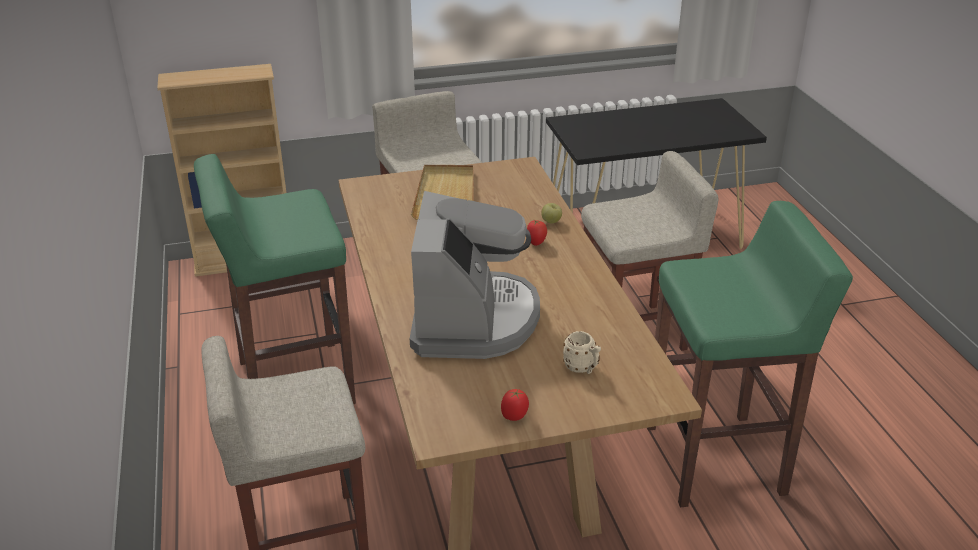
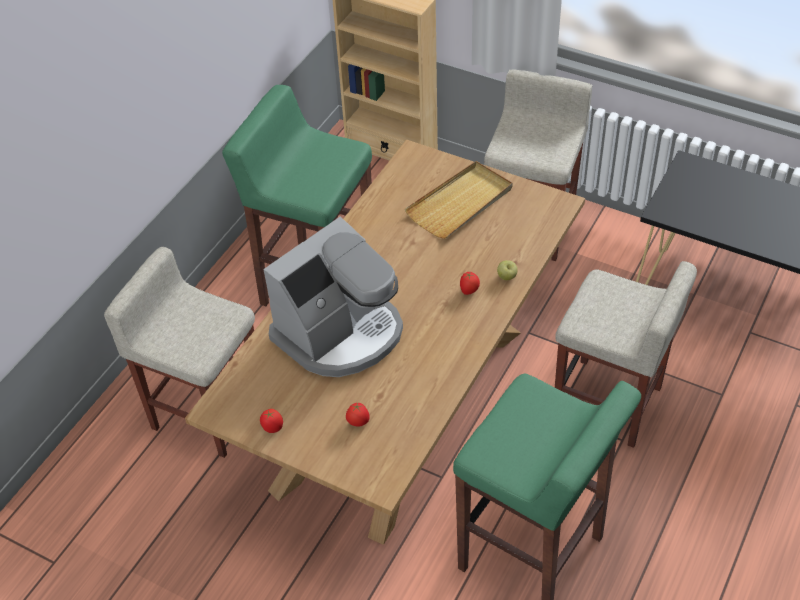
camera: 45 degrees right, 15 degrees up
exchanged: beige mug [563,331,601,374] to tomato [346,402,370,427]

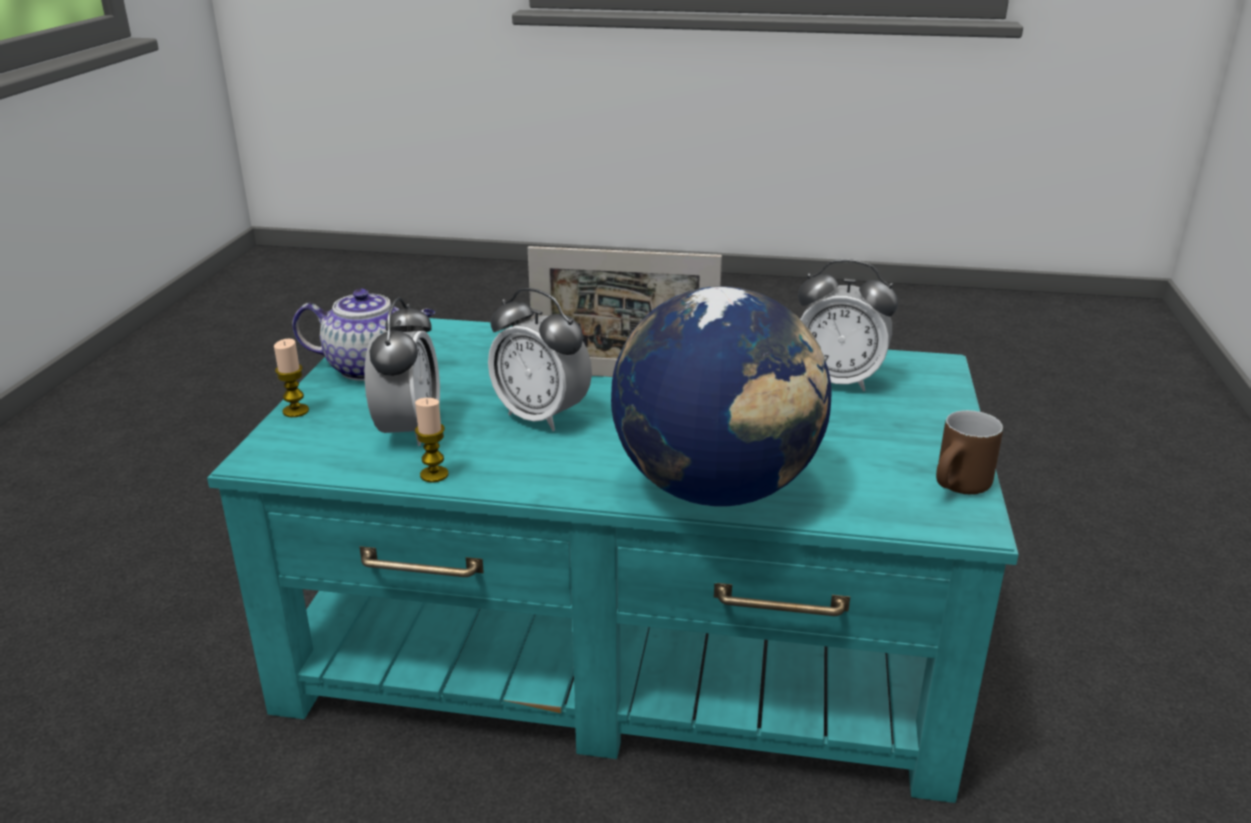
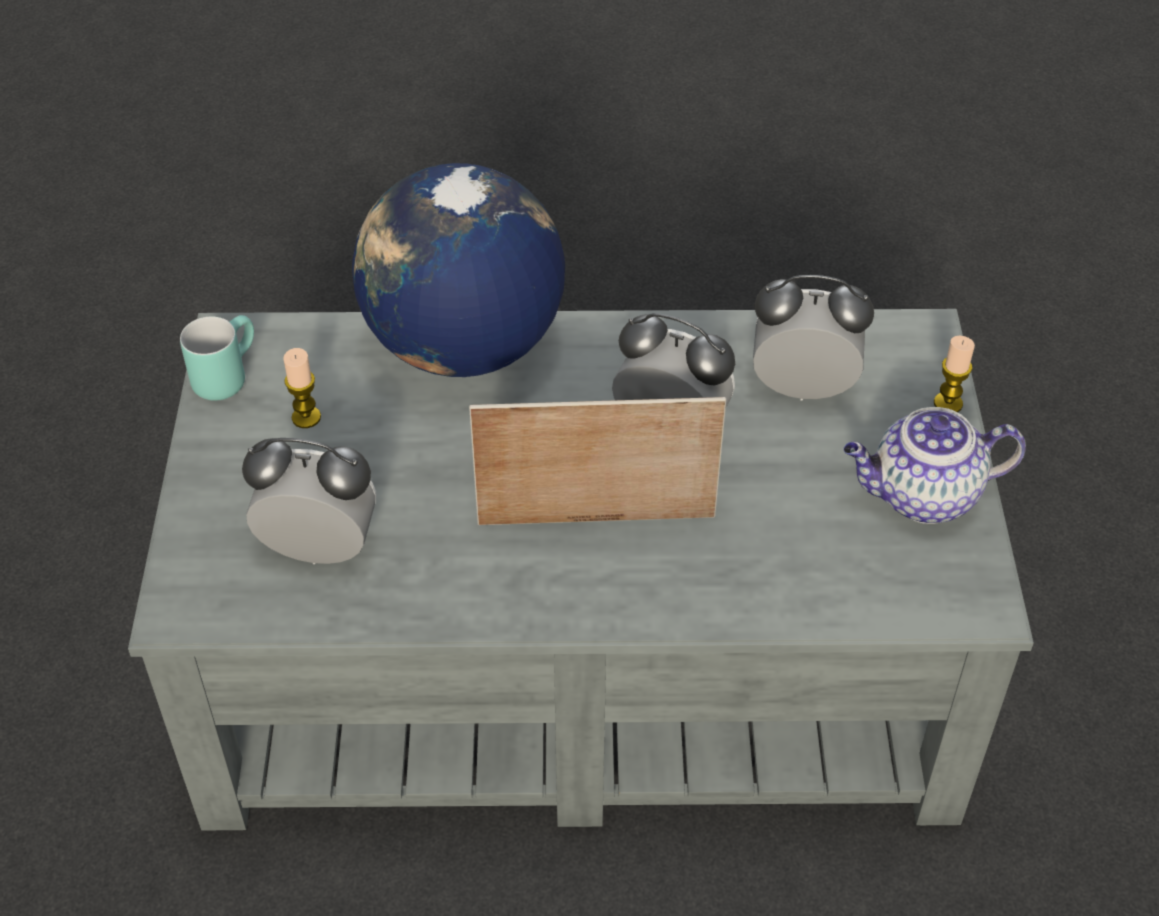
camera: 170 degrees right, 20 degrees up
relocated: candle [415,398,449,483] to [283,348,321,428]
colour: turquoise coffee table [207,318,1019,803] to grey coffee table [128,309,1034,830]; brown mug [936,410,1003,495] to turquoise mug [180,315,254,401]
spun: alarm clock [365,297,440,446] = [753,275,874,401] 105 degrees clockwise

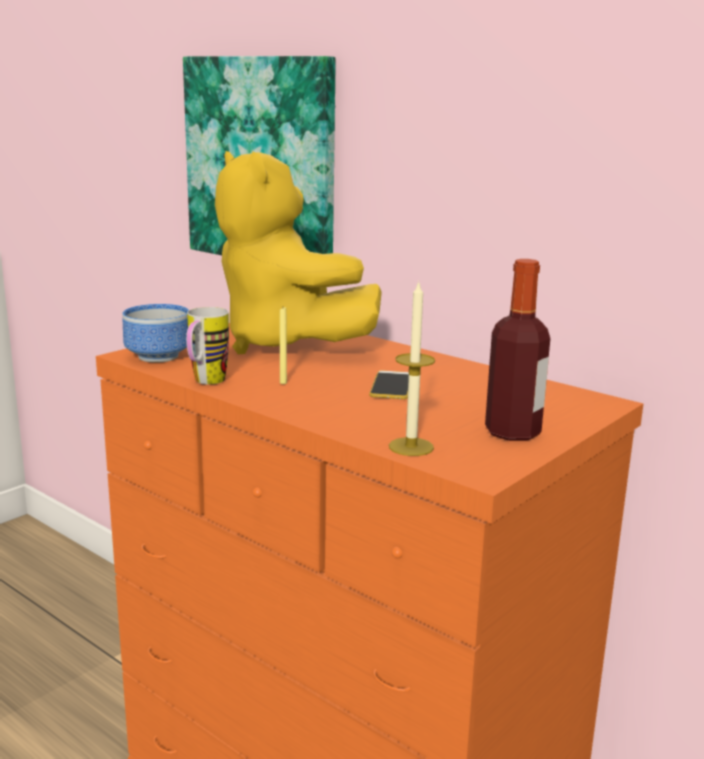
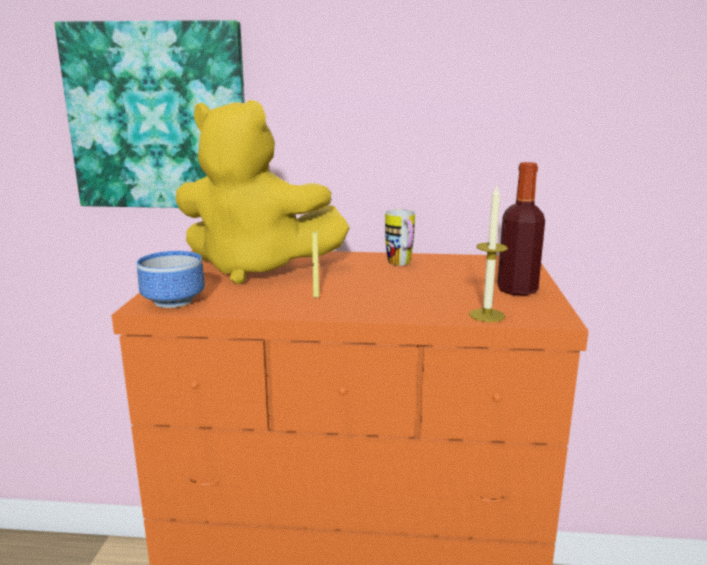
camera: 35 degrees left, 0 degrees up
missing: phone [369,370,409,399]
relocated: mug [186,307,229,385] to [385,209,415,266]

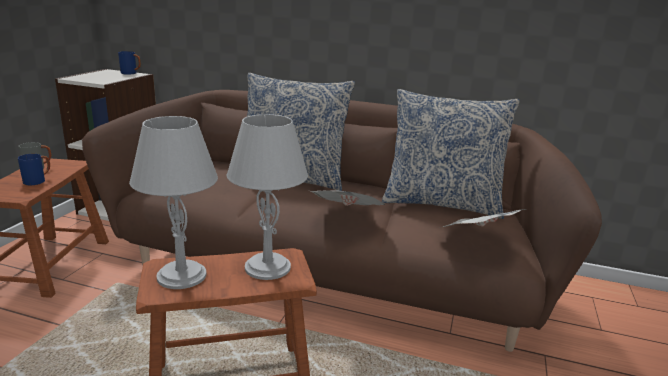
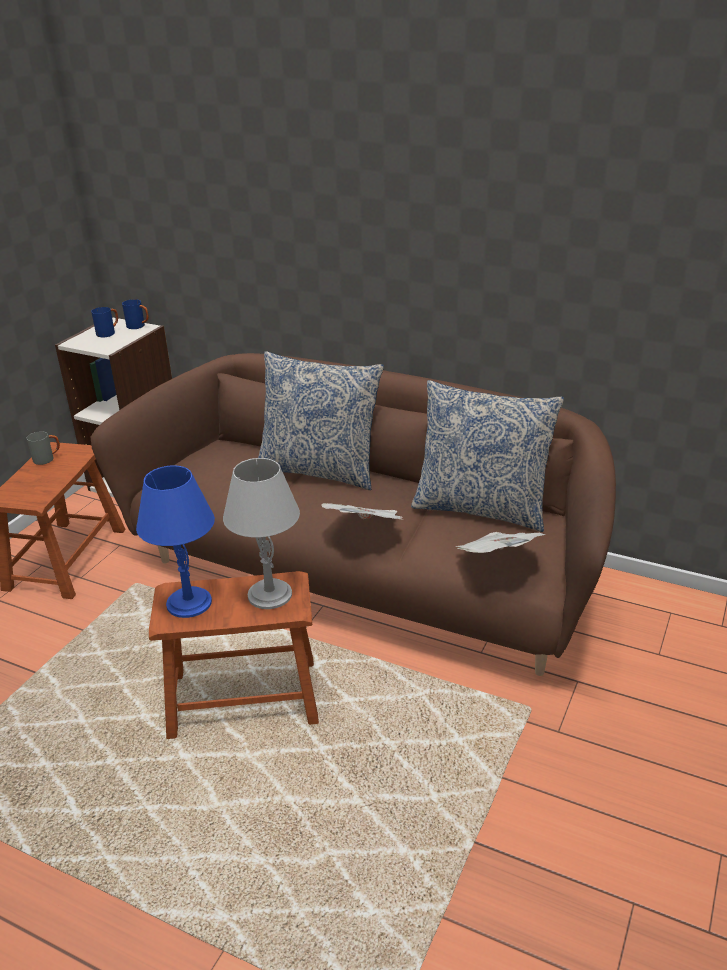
camera: 10 degrees right, 10 degrees up
relocated: blue mug [18,154,50,185] to [91,307,118,337]
colour: grey table lamp [129,116,218,289] to blue table lamp [136,465,215,618]

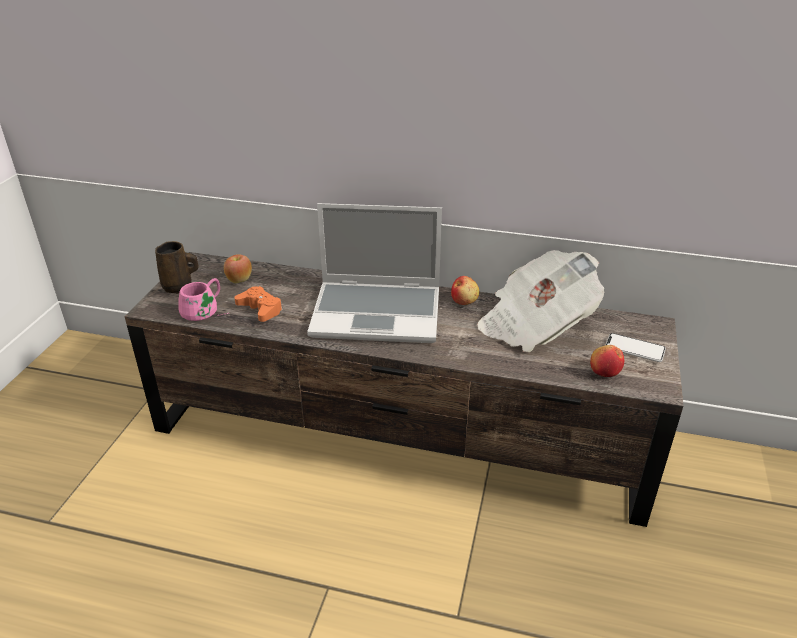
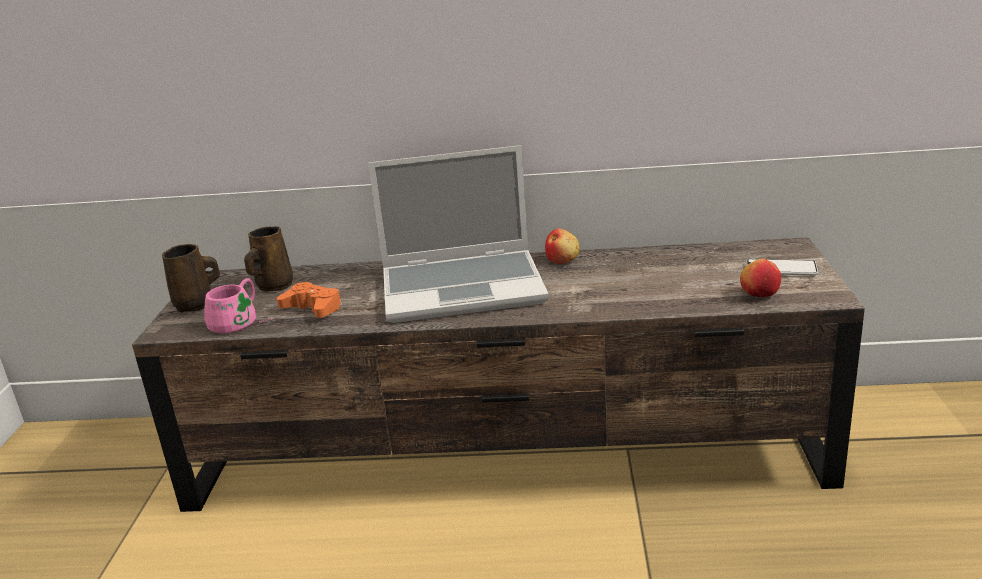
camera: 10 degrees left, 10 degrees down
missing: newspaper [477,250,604,352]
exchanged: apple [224,254,252,283] to brown mug [244,226,293,292]

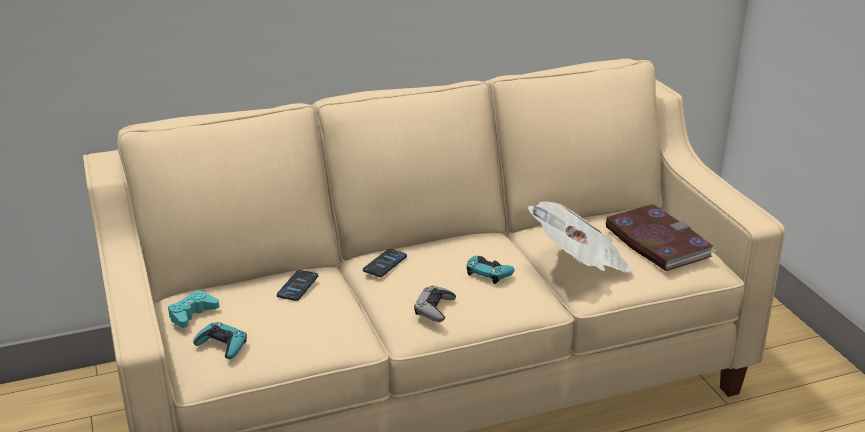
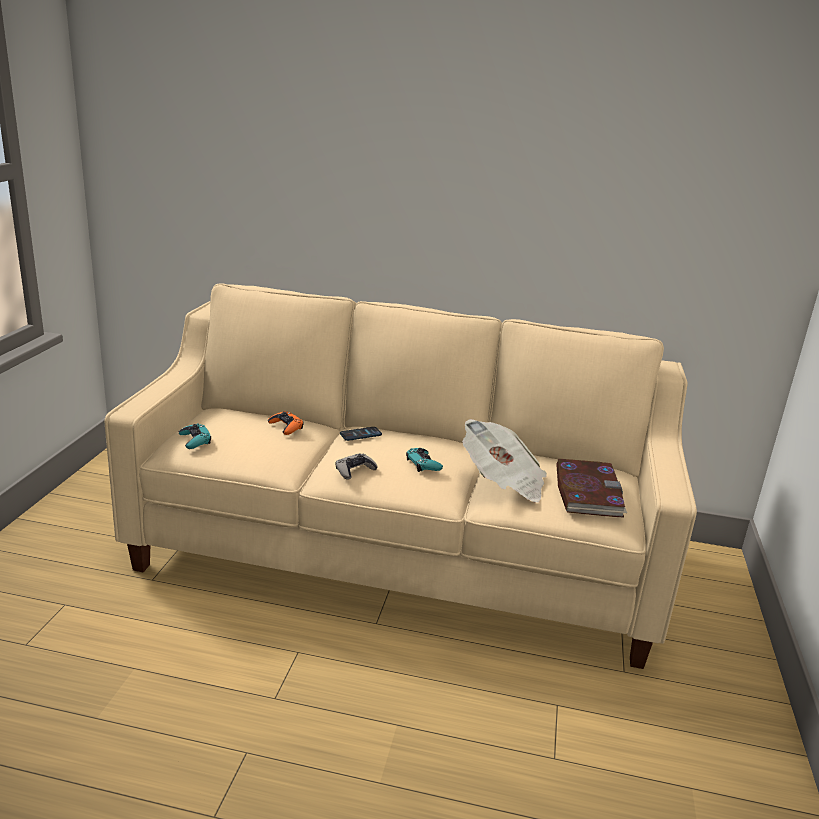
camera: 30 degrees right, 5 degrees down
missing: turquoise game controller [168,291,219,328]
exchanged: phone [277,270,318,301] to orange game controller [268,411,304,435]

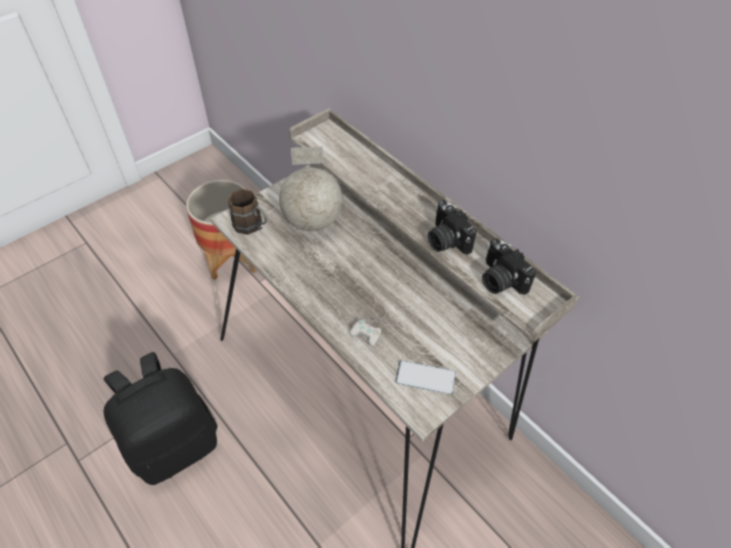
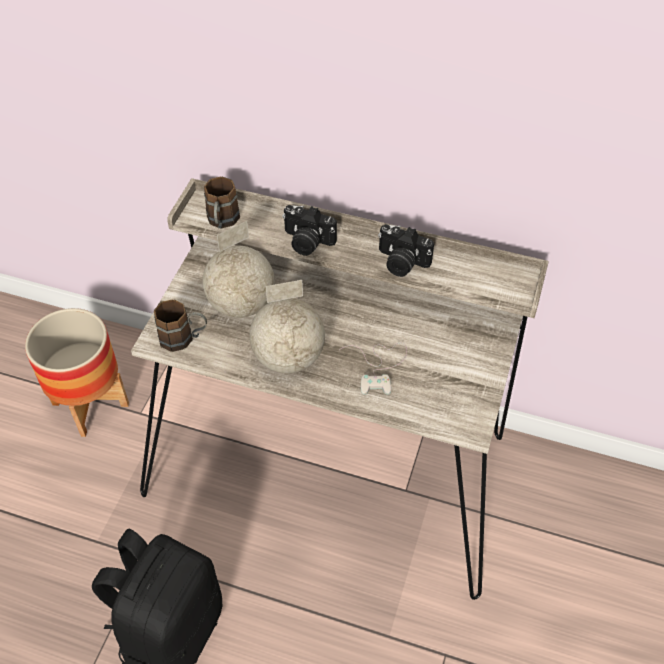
camera: 30 degrees left, 0 degrees up
missing: phone [395,360,456,394]
appeared: brown mug [204,177,240,228]; globe [250,280,325,373]
relocated: photo camera [482,238,536,295] to [282,205,337,256]

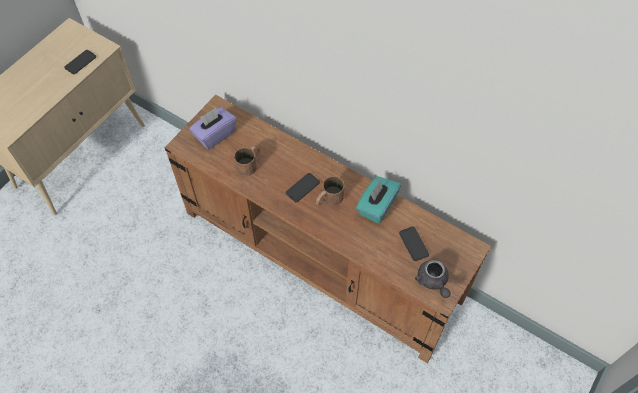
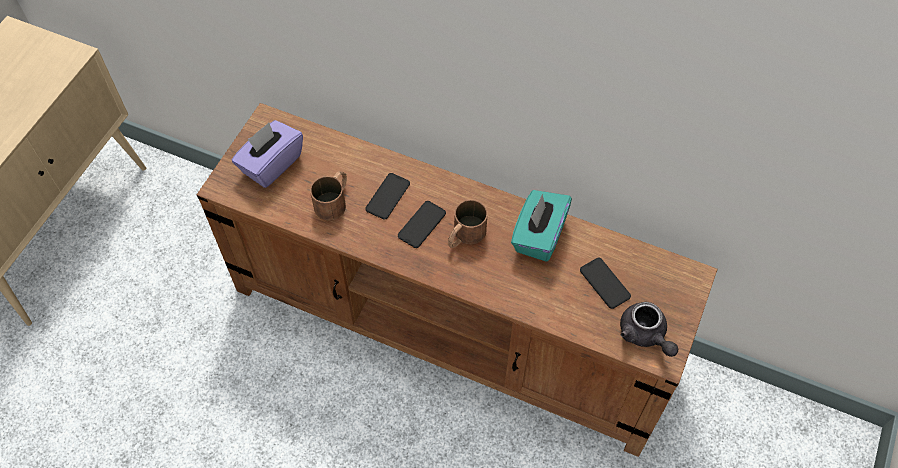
camera: 10 degrees left, 0 degrees up
relocated: phone [64,50,96,74] to [365,173,410,220]

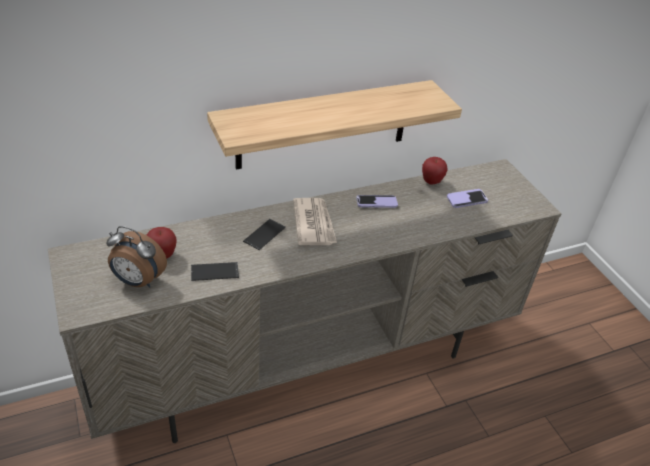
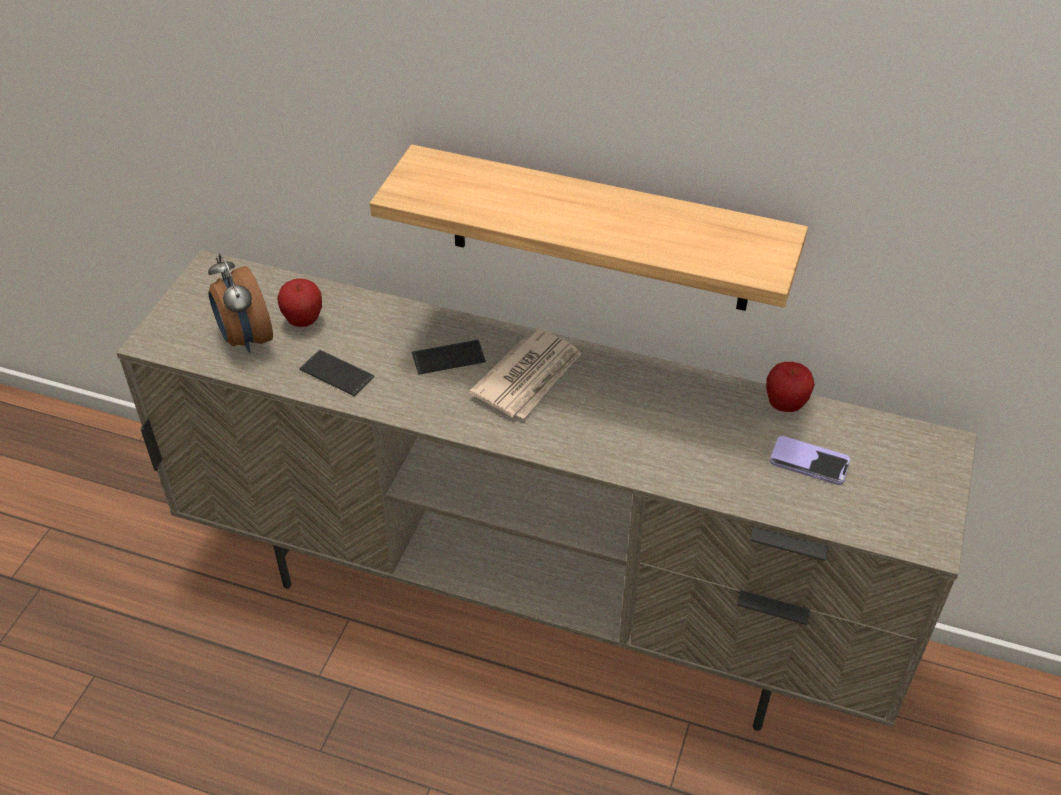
camera: 45 degrees right, 5 degrees up
missing: phone [356,195,398,208]

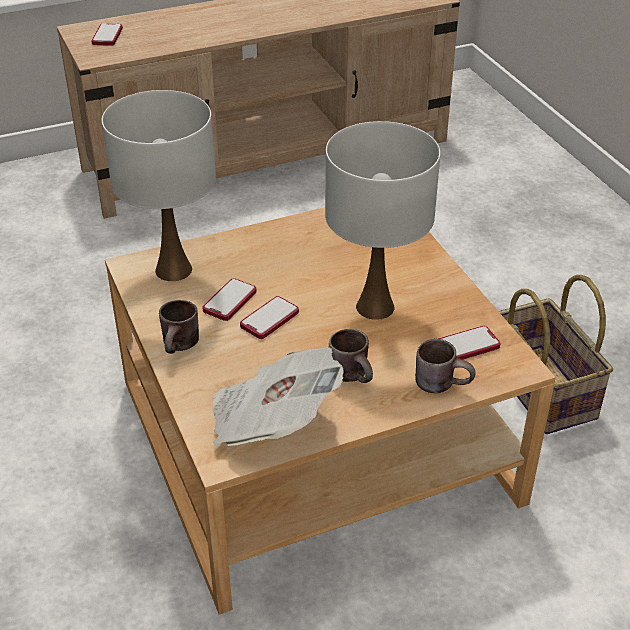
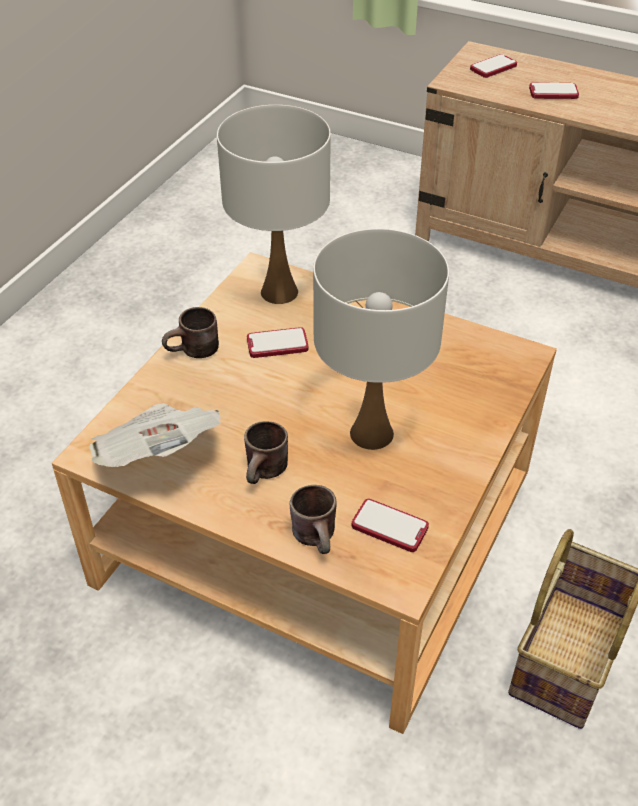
camera: 50 degrees right, 5 degrees up
relocated: phone [240,296,299,339] to [529,83,579,99]

